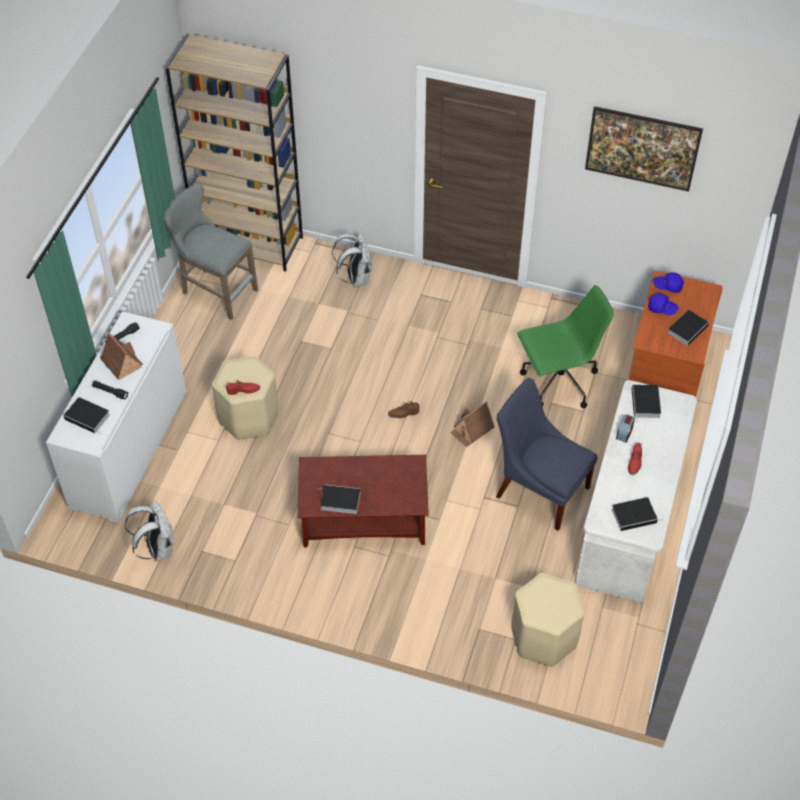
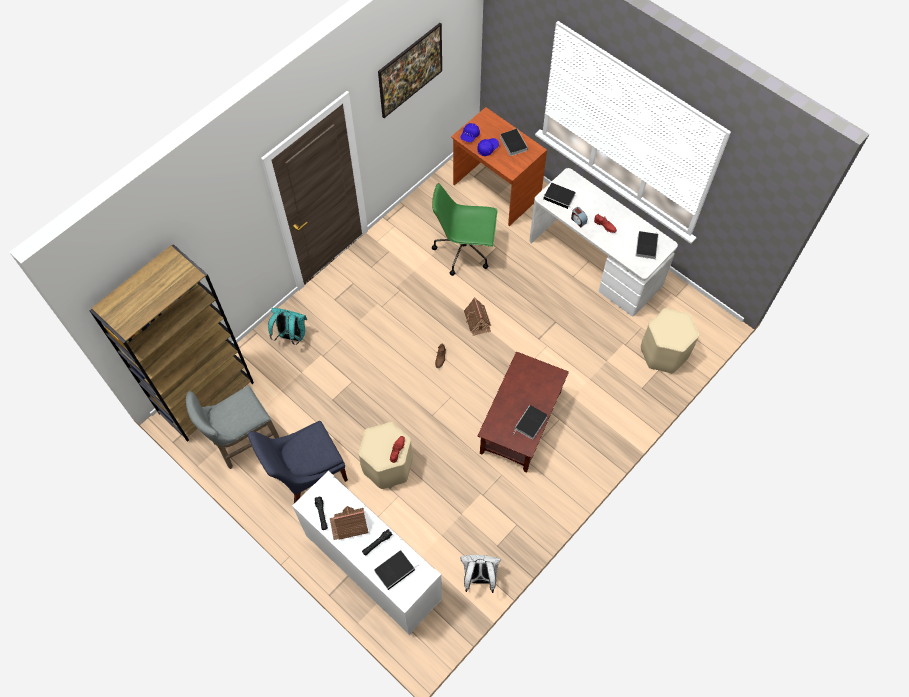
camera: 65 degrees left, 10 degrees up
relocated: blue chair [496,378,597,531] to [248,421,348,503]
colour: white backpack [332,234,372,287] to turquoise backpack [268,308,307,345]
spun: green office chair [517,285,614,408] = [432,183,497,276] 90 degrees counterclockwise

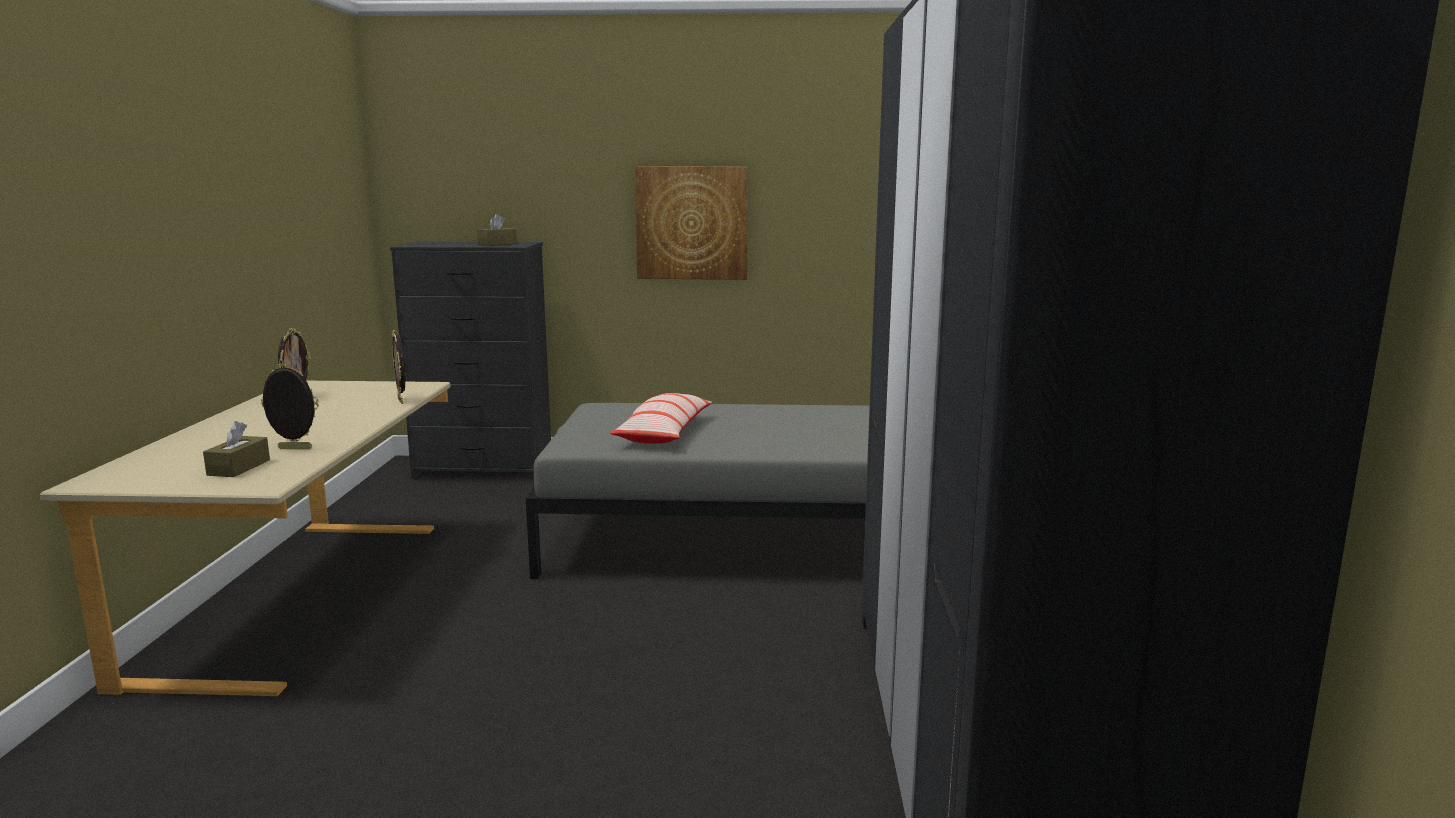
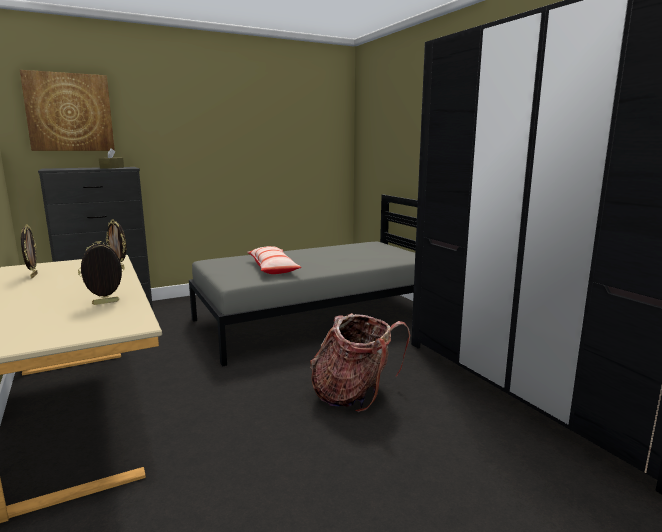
camera: 30 degrees left, 0 degrees up
missing: brown tissue box [203,421,270,477]
appeared: backpack [310,313,410,412]
relocated: picture [635,166,748,280] to [20,70,115,151]

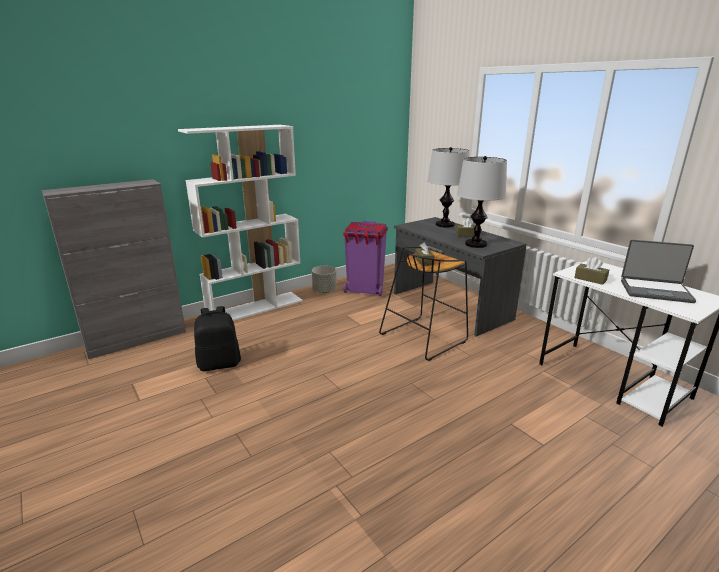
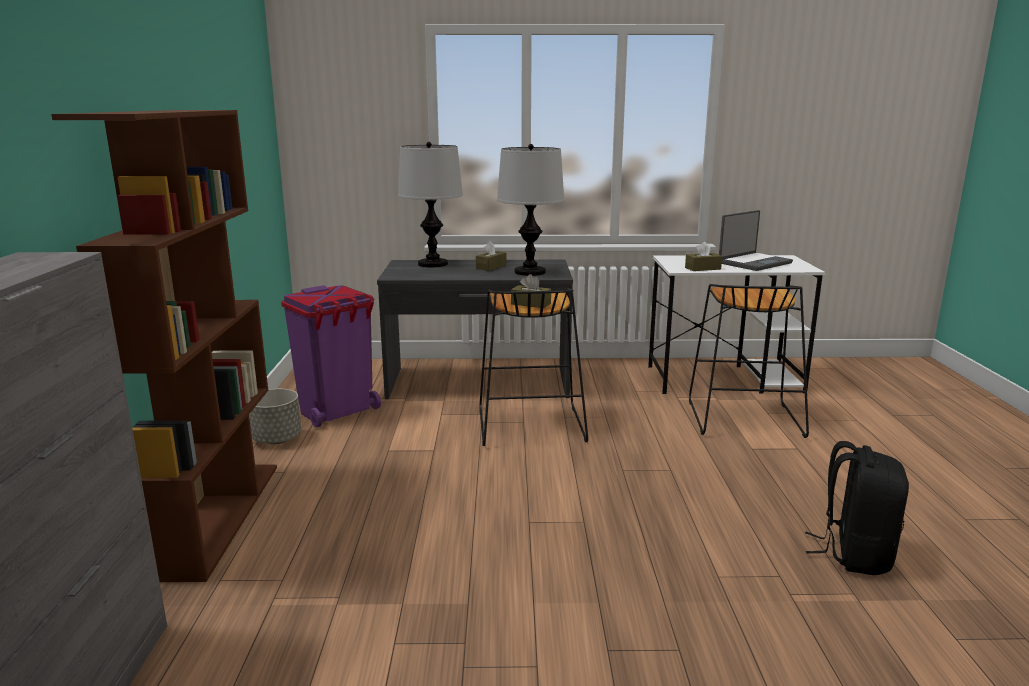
camera: 55 degrees left, 5 degrees down
appeared: black stool [689,284,809,438]
relocated: black backpack [194,306,241,371] to [805,441,909,575]
colour: white bookcase [178,125,303,321] to brown bookcase [51,110,277,582]

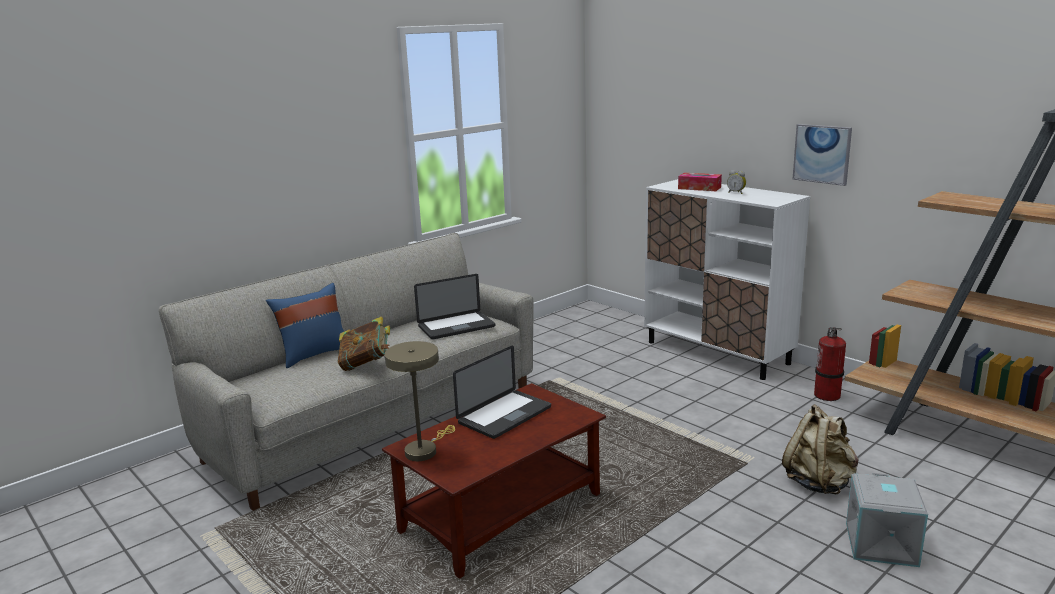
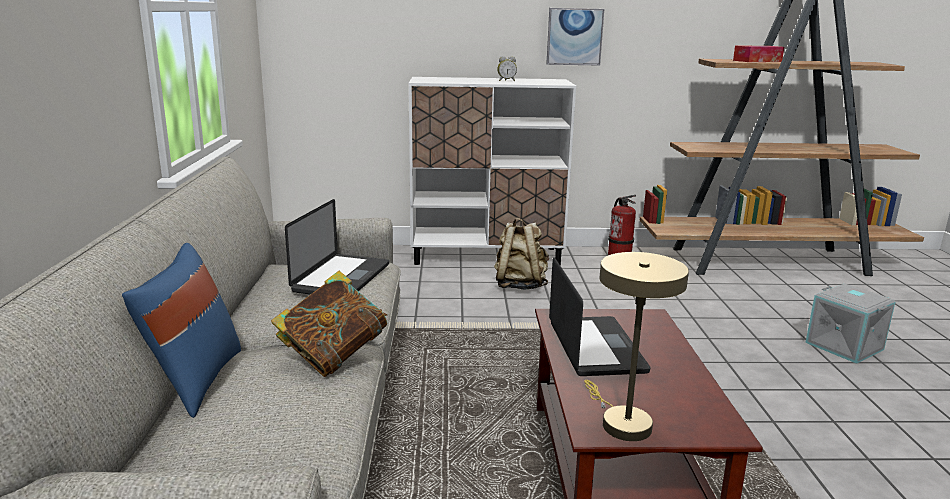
camera: 50 degrees left, 0 degrees up
relocated: tissue box [678,173,722,191] to [733,46,784,62]; beige backpack [782,404,858,494] to [494,217,549,290]

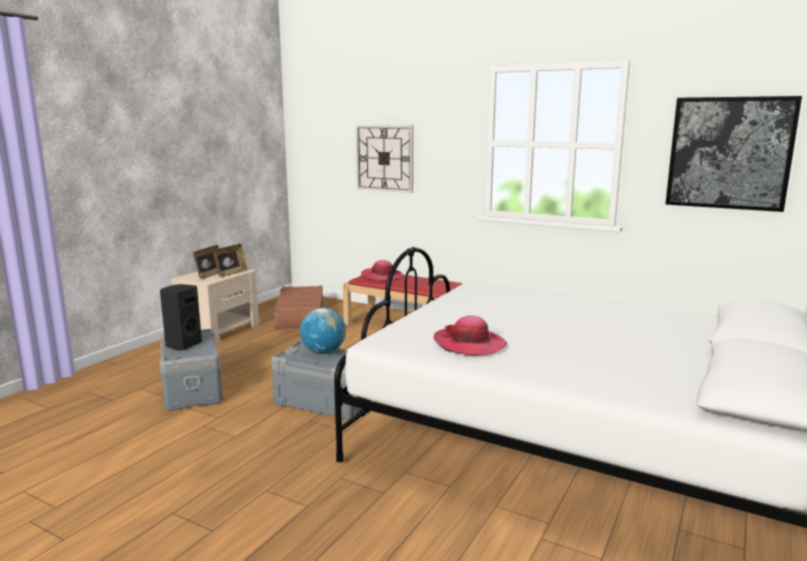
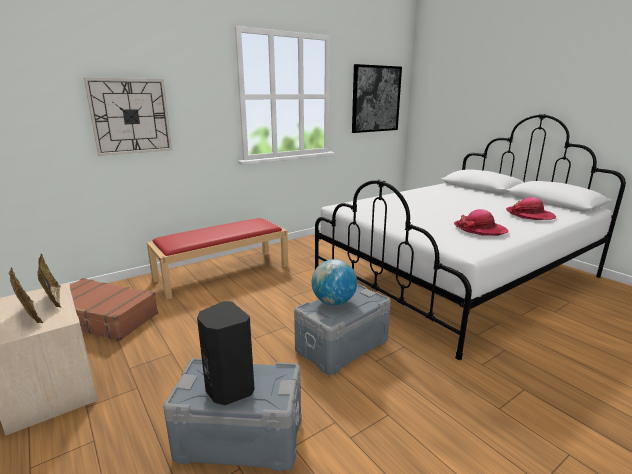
camera: 65 degrees left, 5 degrees up
relocated: hat [361,260,403,281] to [506,197,556,220]

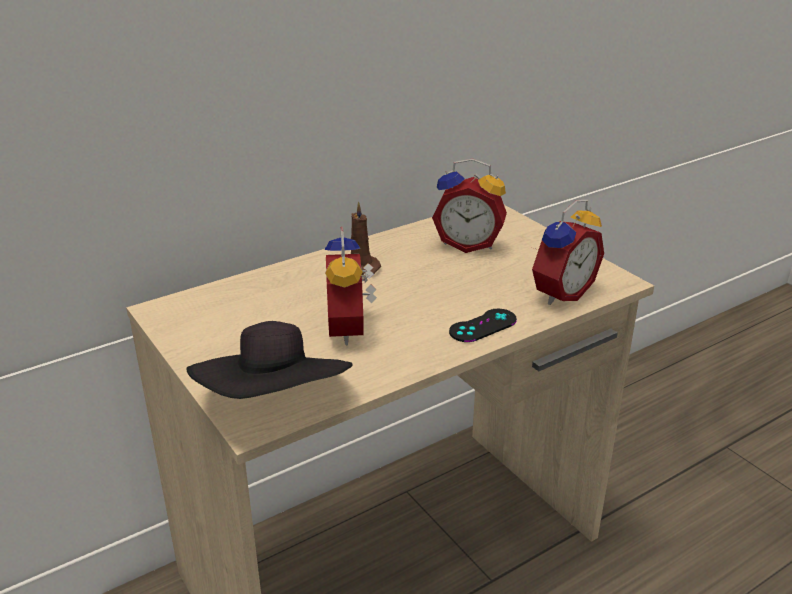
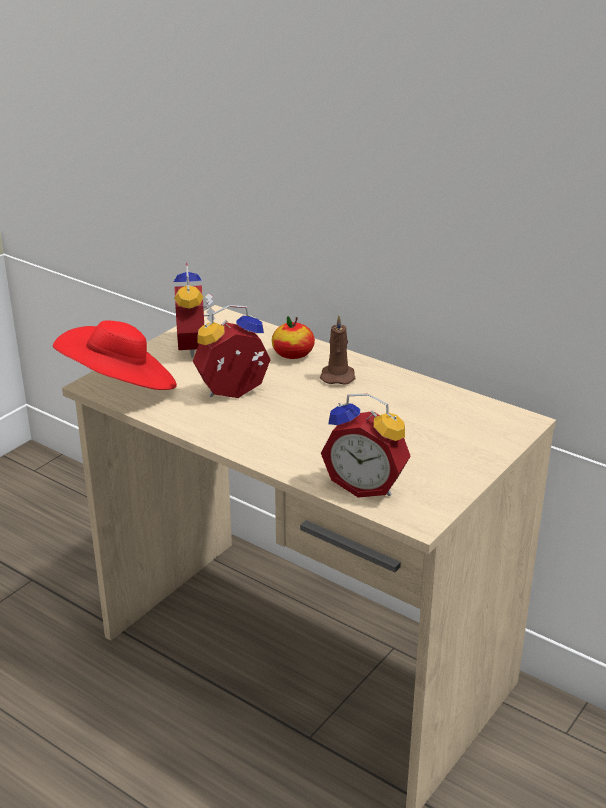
camera: 70 degrees right, 0 degrees up
missing: black game controller [449,309,517,342]
appeared: apple [272,316,315,359]
relocated: alarm clock [432,158,507,253] to [174,263,215,358]
colour: black hat [187,321,353,399] to red hat [53,320,177,390]

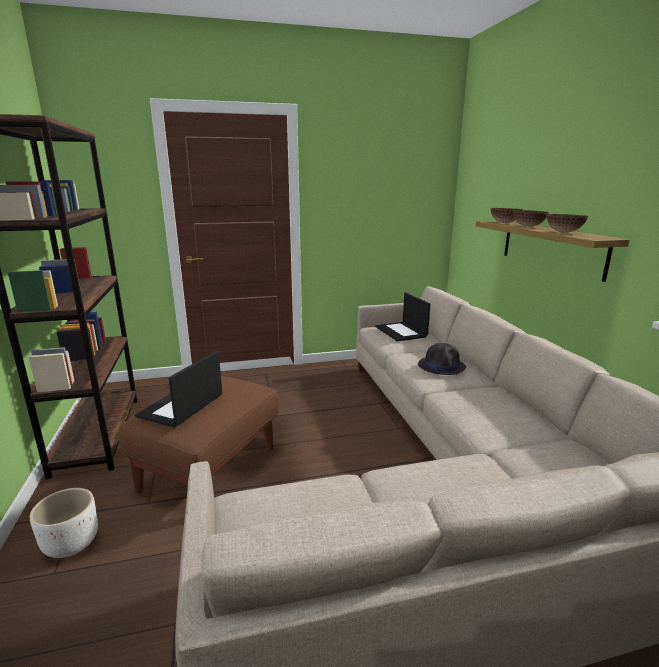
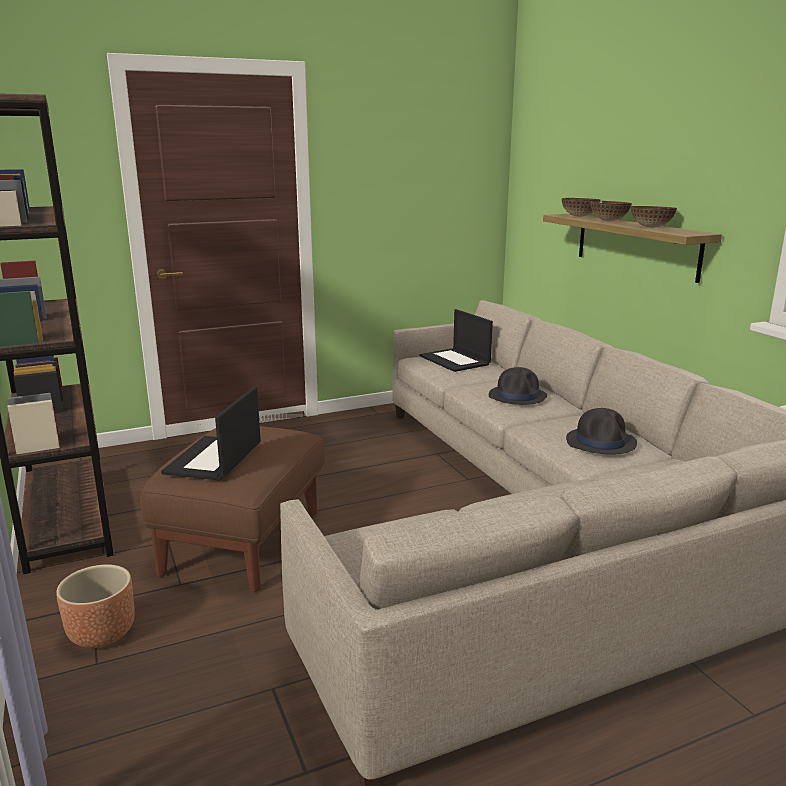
camera: 10 degrees left, 0 degrees up
appeared: black hat [566,408,637,455]
colour: white planter [30,488,98,558] to brown planter [56,564,135,648]

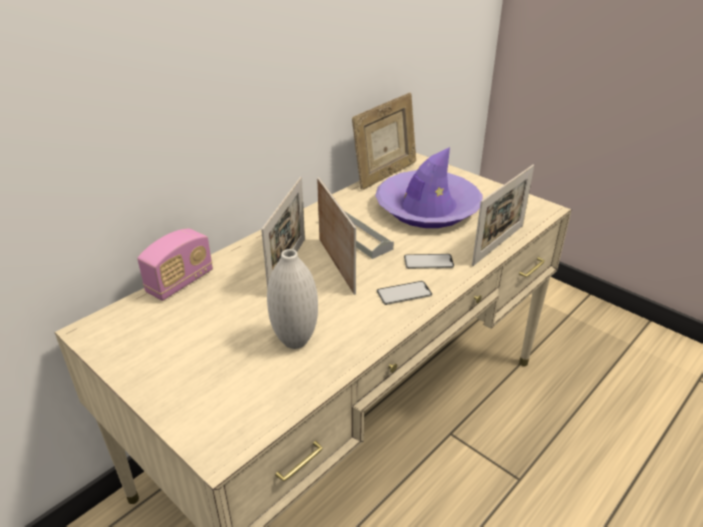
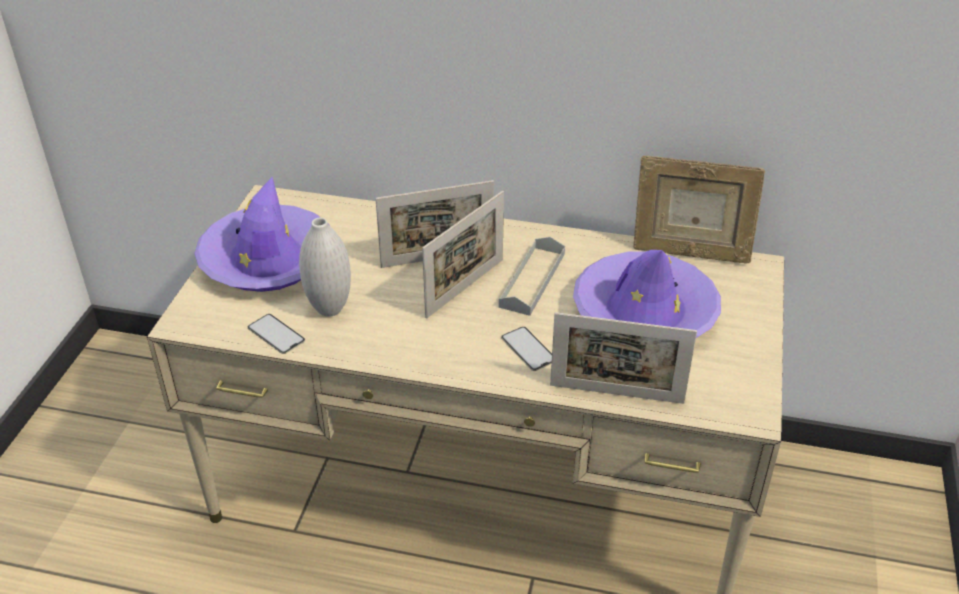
camera: 60 degrees right, 5 degrees up
missing: radio [137,228,213,301]
appeared: purple hat [195,177,330,292]
relocated: phone [377,281,432,305] to [248,314,305,354]

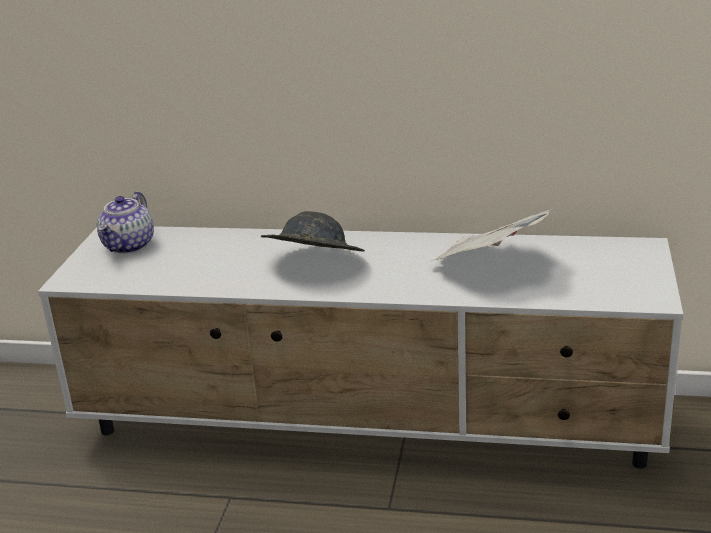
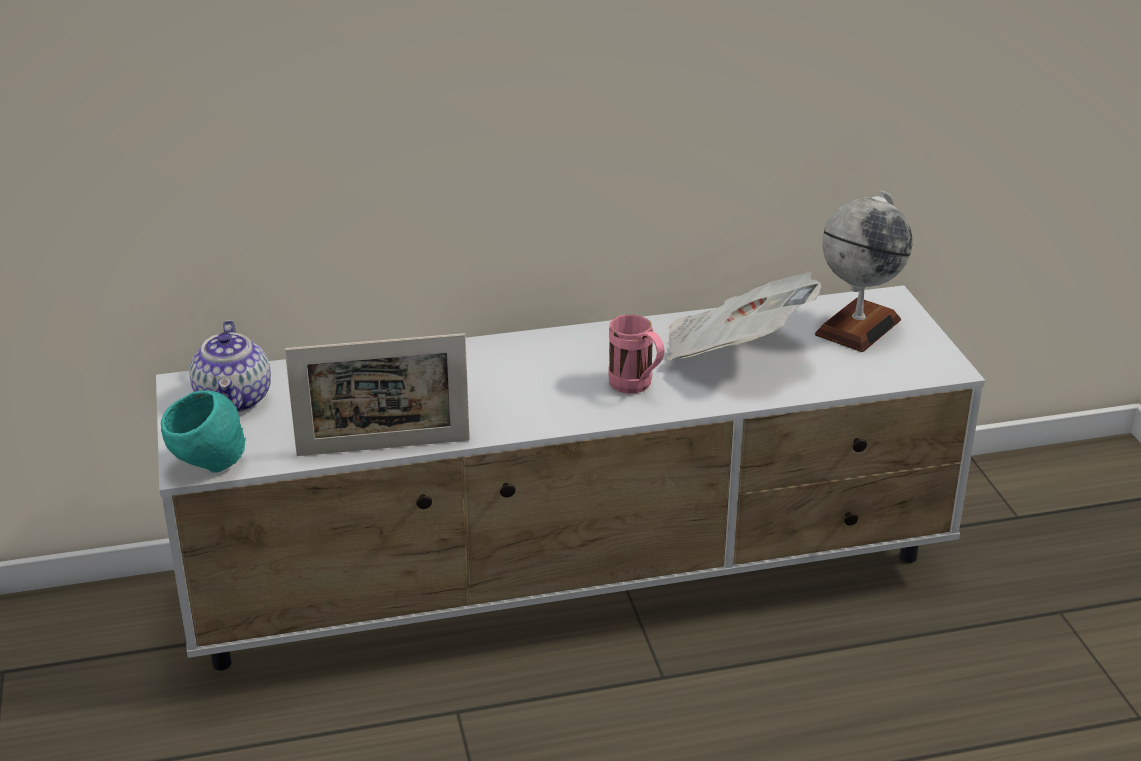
camera: 25 degrees left, 5 degrees up
missing: grey hat [261,211,365,252]
appeared: turquoise bowl [161,391,246,473]; picture frame [285,333,470,456]; pink mug [608,314,665,394]; globe [815,190,912,352]

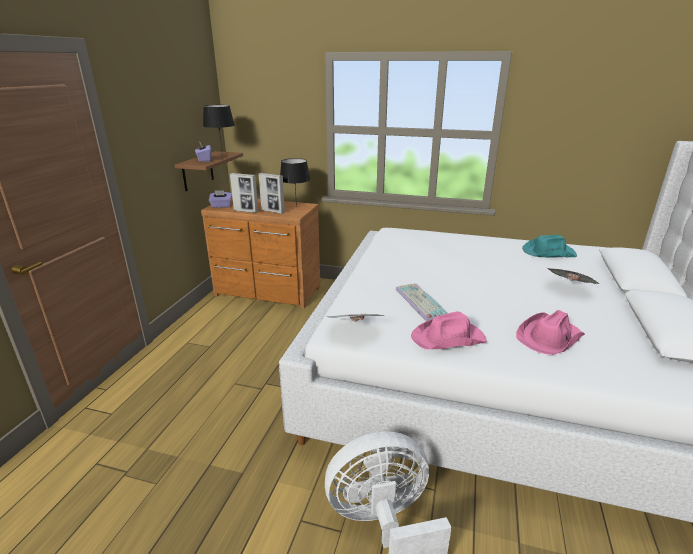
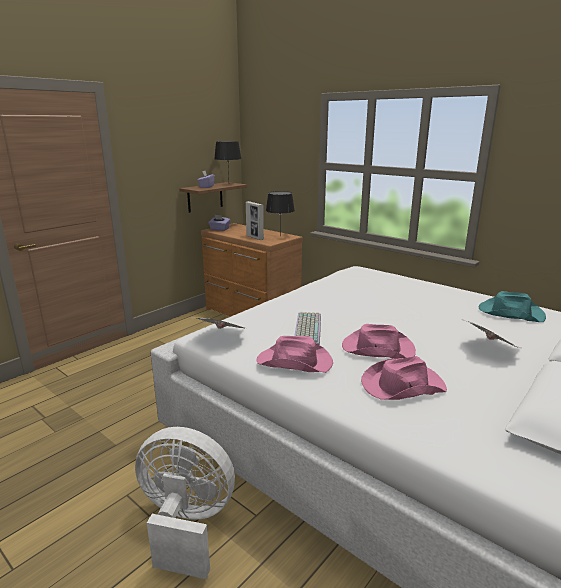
camera: 25 degrees right, 5 degrees down
missing: picture frame [230,173,258,213]
appeared: pink hat [342,324,416,358]

